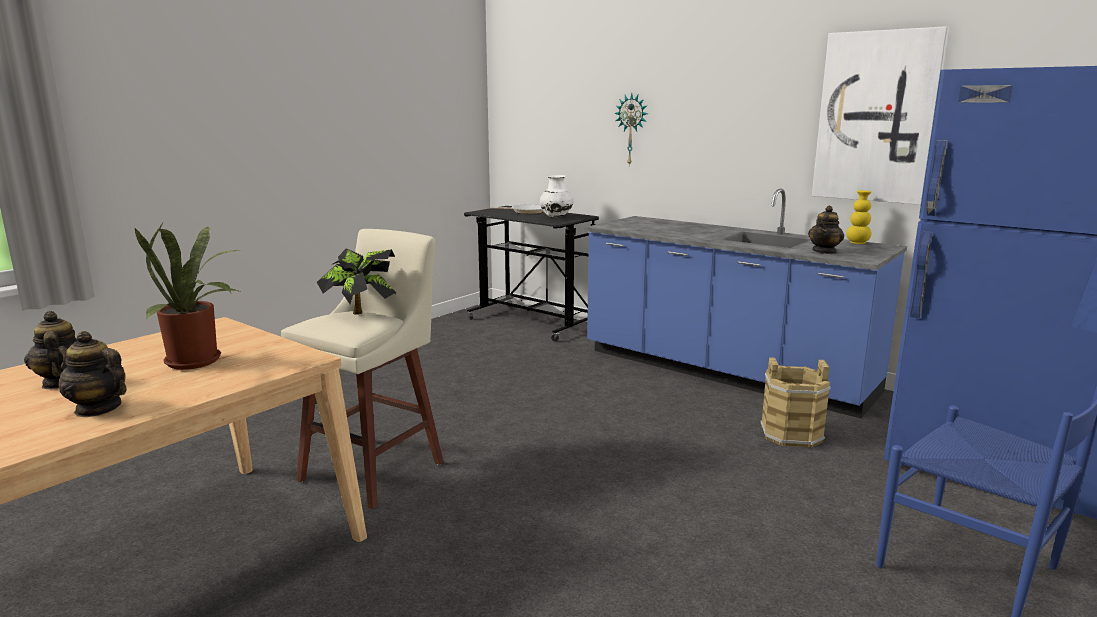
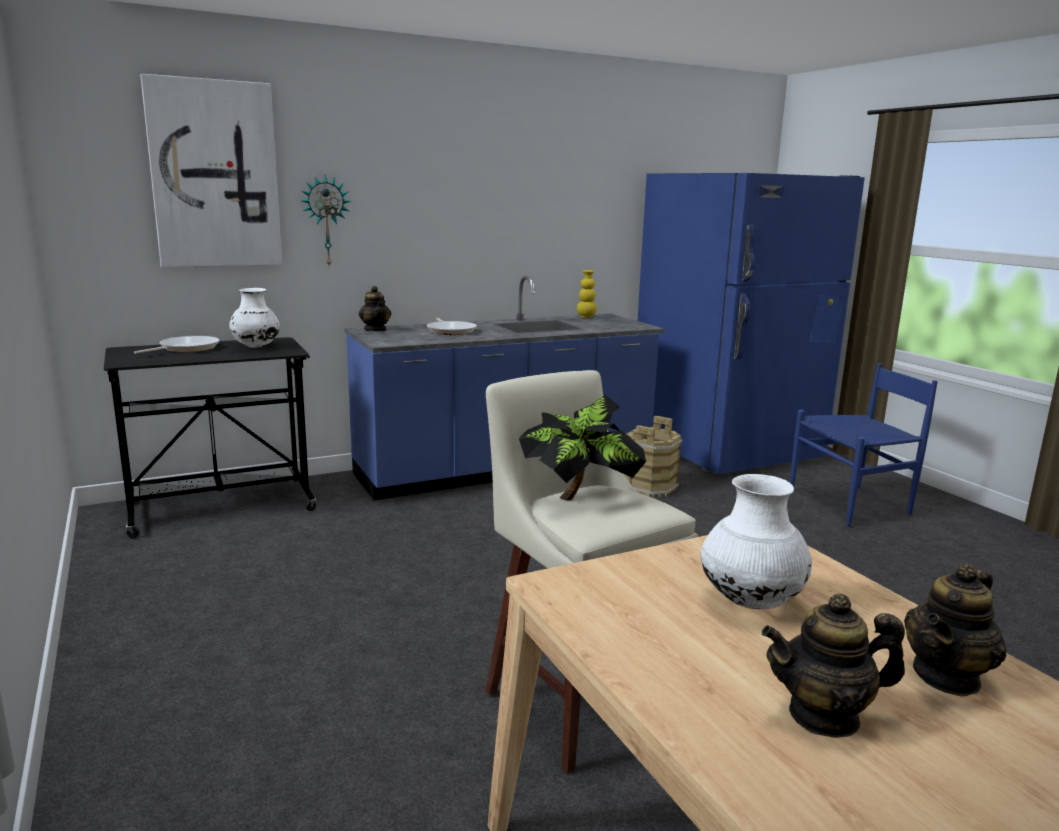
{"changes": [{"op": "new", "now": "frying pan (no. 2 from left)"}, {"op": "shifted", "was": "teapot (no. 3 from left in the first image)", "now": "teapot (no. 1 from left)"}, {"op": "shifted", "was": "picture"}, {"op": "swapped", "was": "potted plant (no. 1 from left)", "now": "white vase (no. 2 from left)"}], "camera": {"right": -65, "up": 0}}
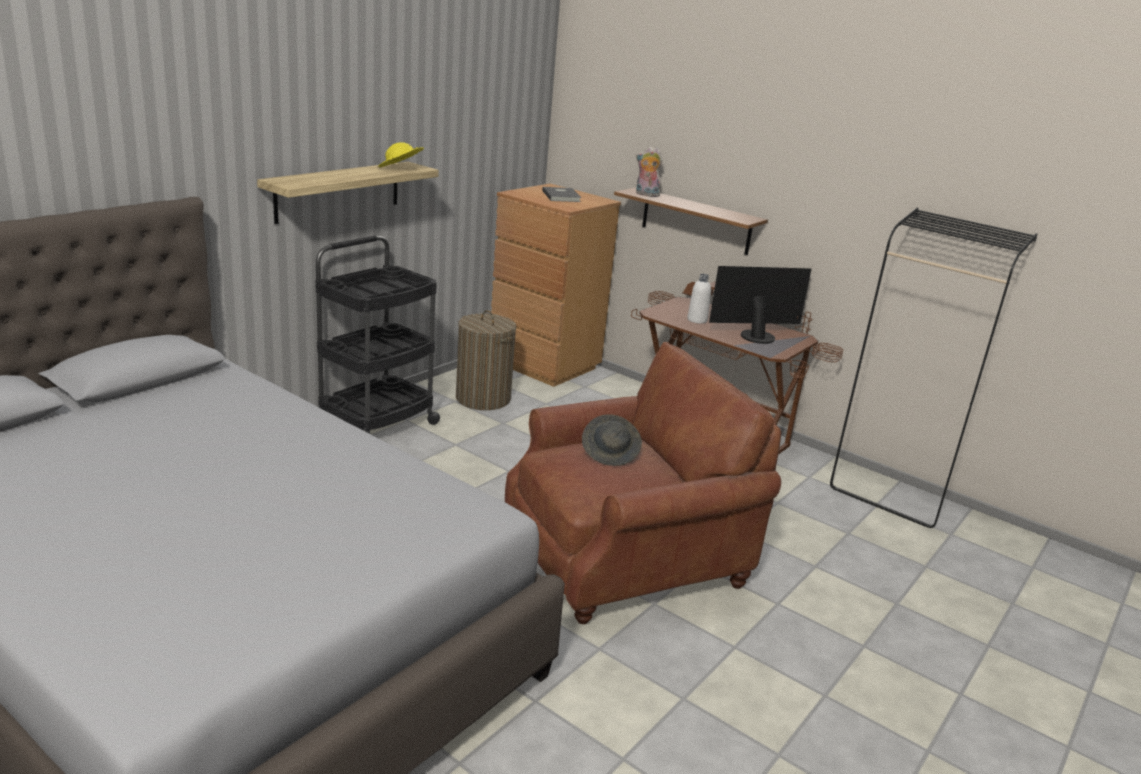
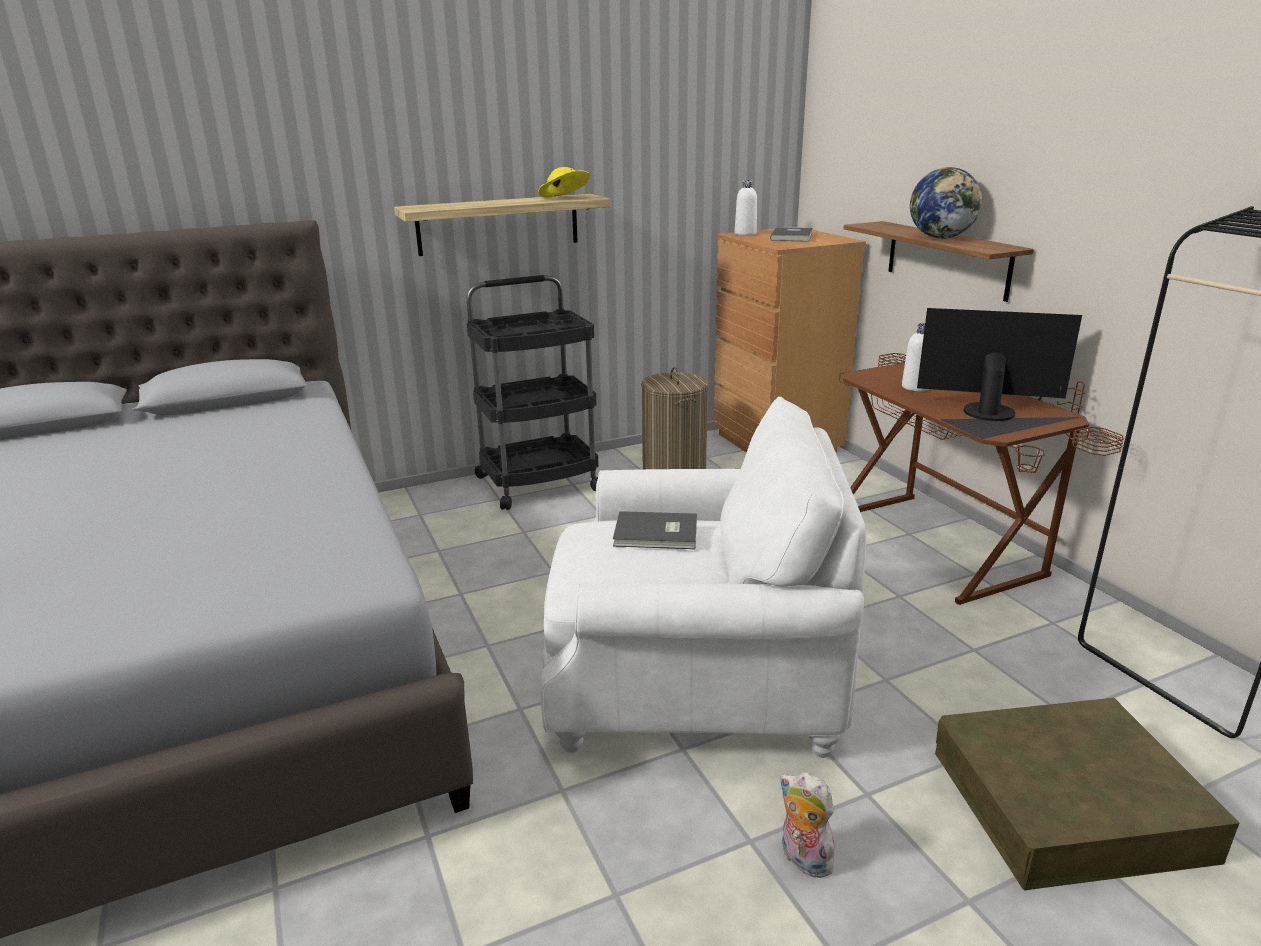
{"changes": [{"op": "new", "now": "white bottle (no. 1 from left)"}, {"op": "new", "now": "globe"}, {"op": "new", "now": "brown storage box"}, {"op": "shifted", "was": "plush toy"}, {"op": "swapped", "was": "grey hat", "now": "grey book (no. 1 from left)"}, {"op": "repainted", "was": "brown armchair", "now": "white armchair"}], "camera": {"right": 30, "up": 0}}
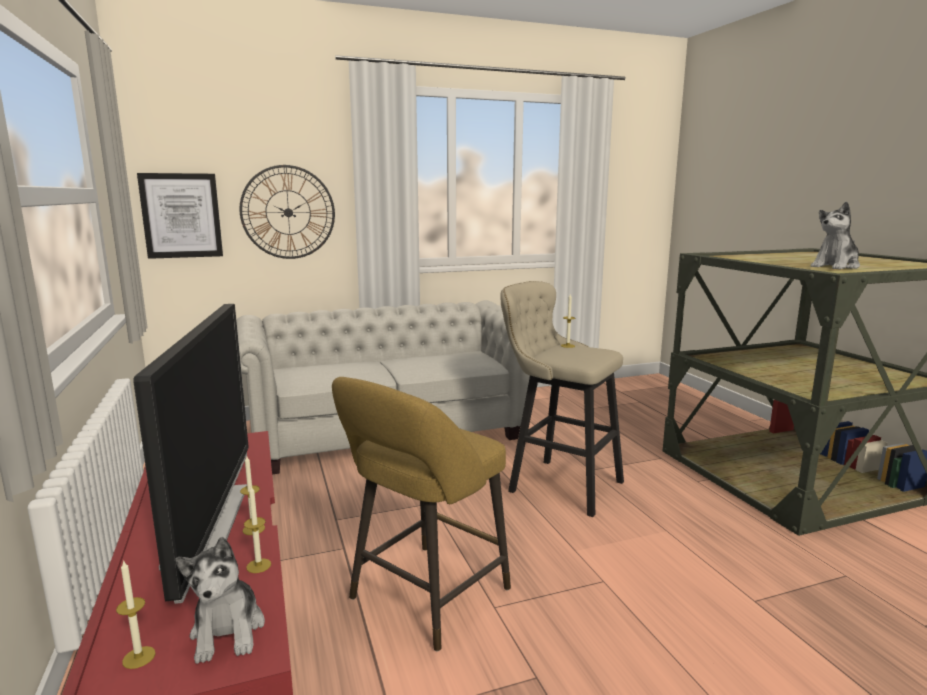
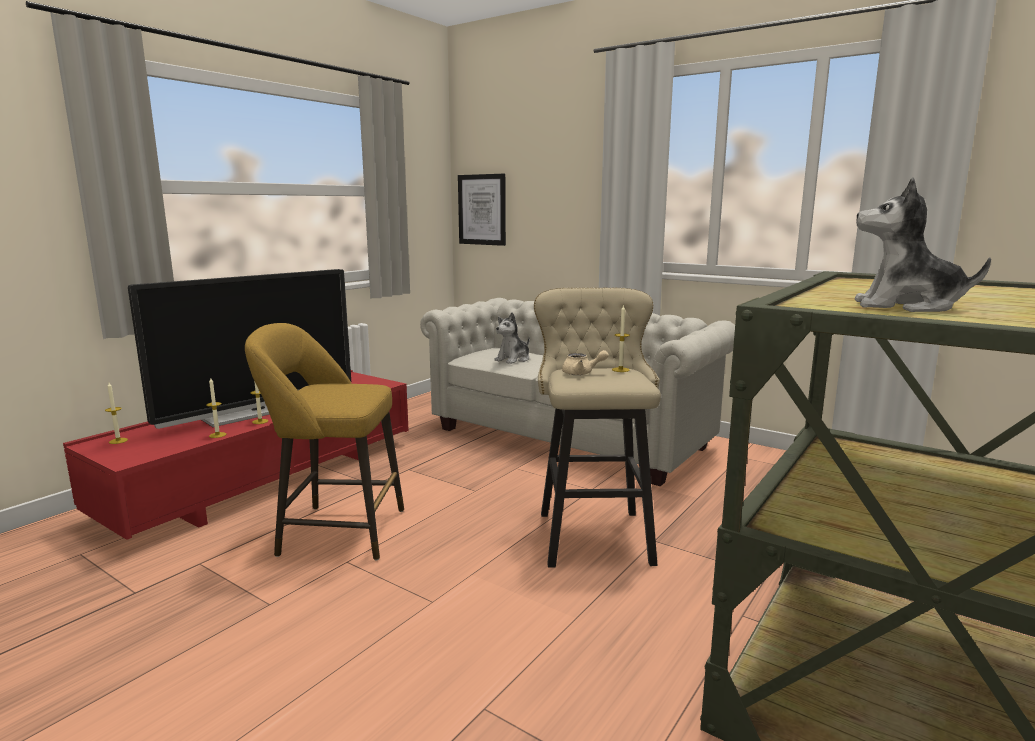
{"changes": [{"op": "gone", "was": "wall clock"}, {"op": "new", "now": "beige teapot"}, {"op": "shifted", "was": "plush toy (no. 1 from left)"}], "camera": {"right": 55, "up": 0}}
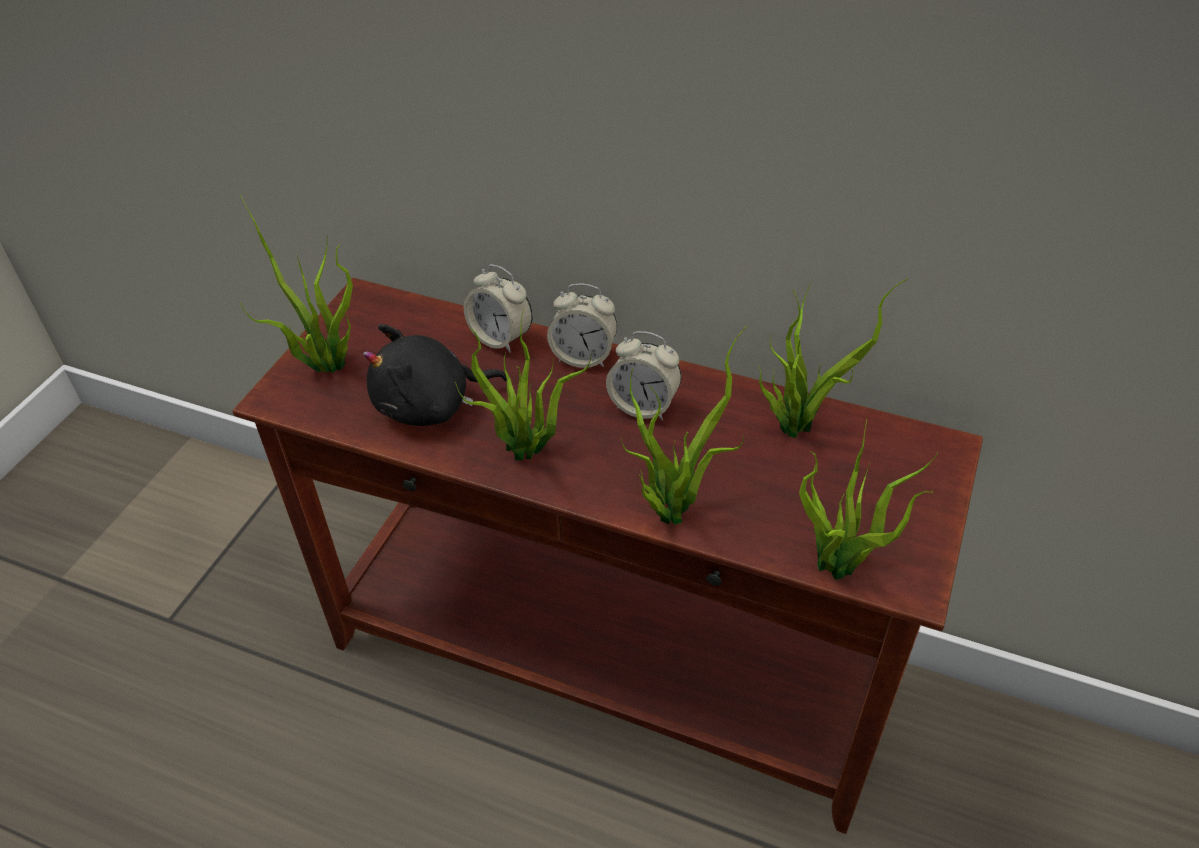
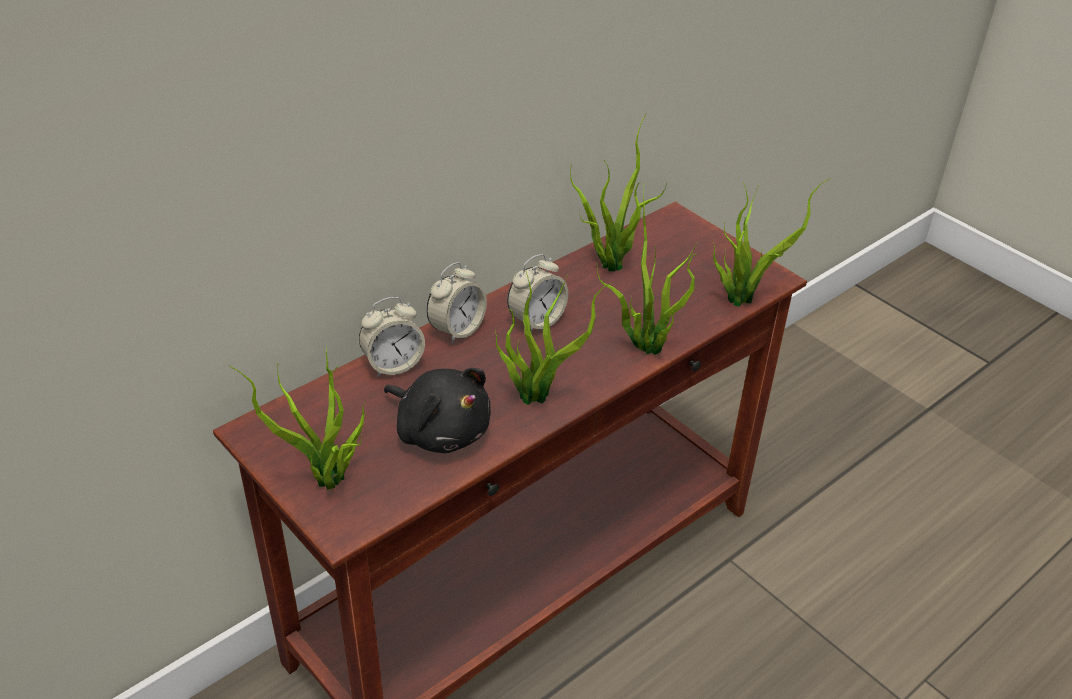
{"changes": [{"op": "rotated", "was": "black plush toy", "clockwise": -60}], "camera": {"right": -65, "up": -5}}
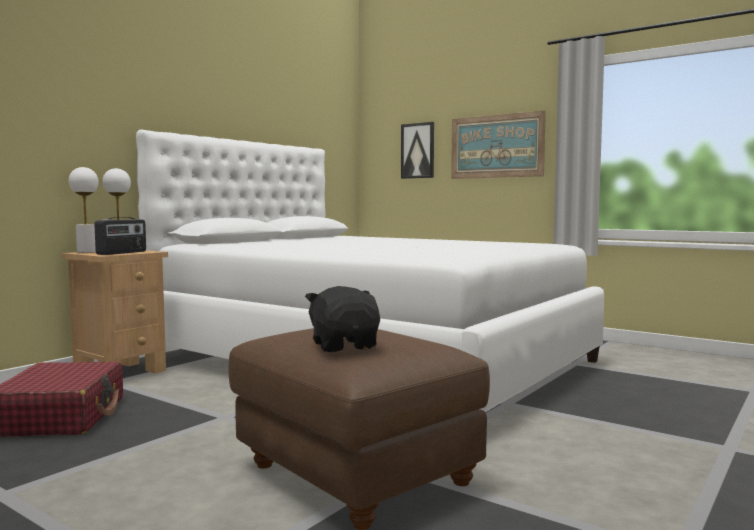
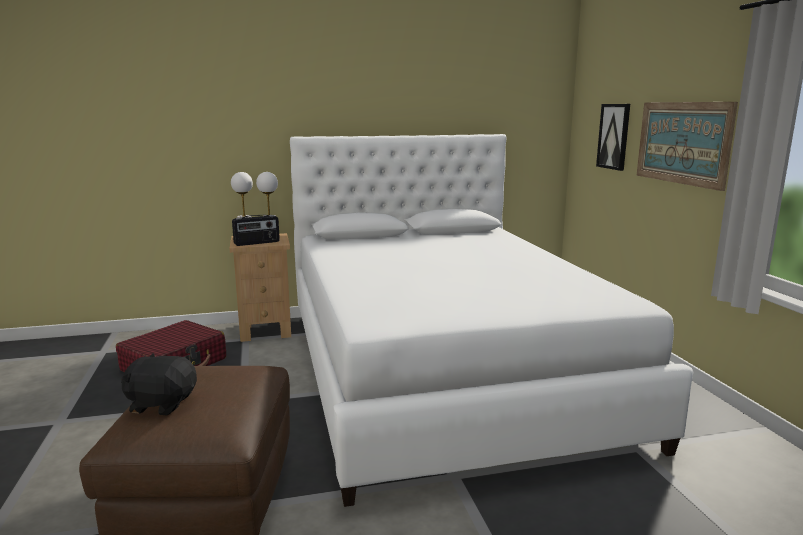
{"changes": [{"op": "rotated", "was": "black plush toy", "clockwise": -105}], "camera": {"right": 40, "up": 10}}
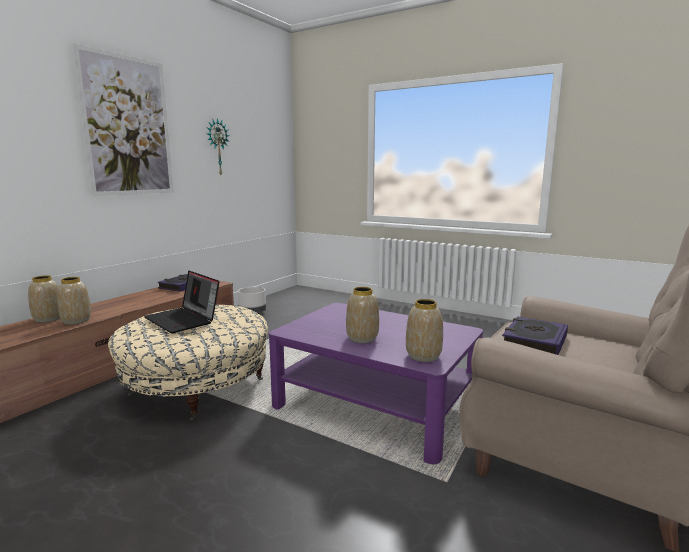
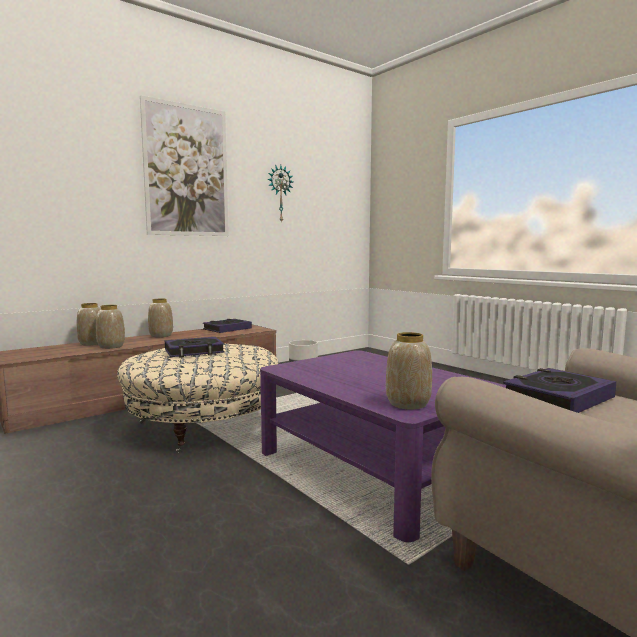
{"changes": [{"op": "shifted", "was": "vase (no. 3 from left)"}, {"op": "swapped", "was": "laptop", "now": "book (no. 1 from left)"}], "camera": {"right": 20, "up": -5}}
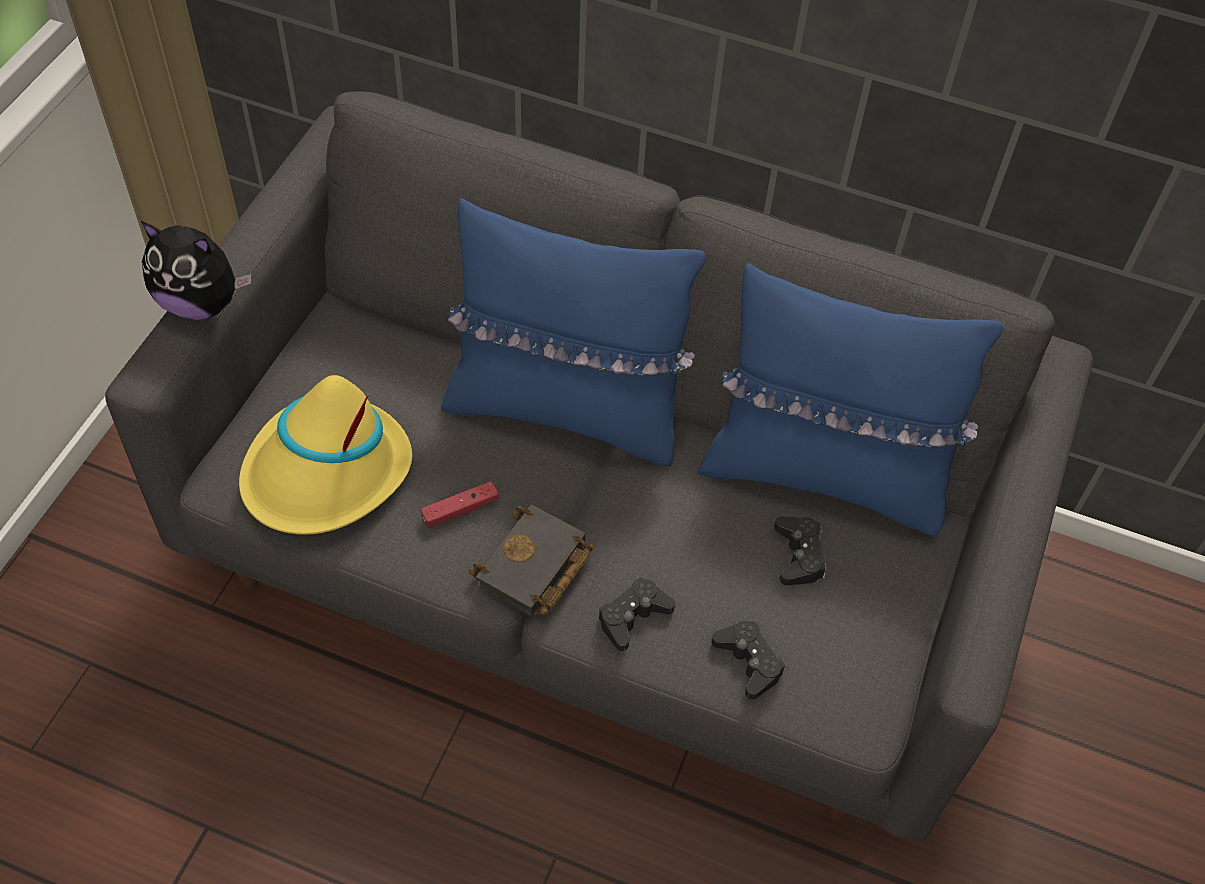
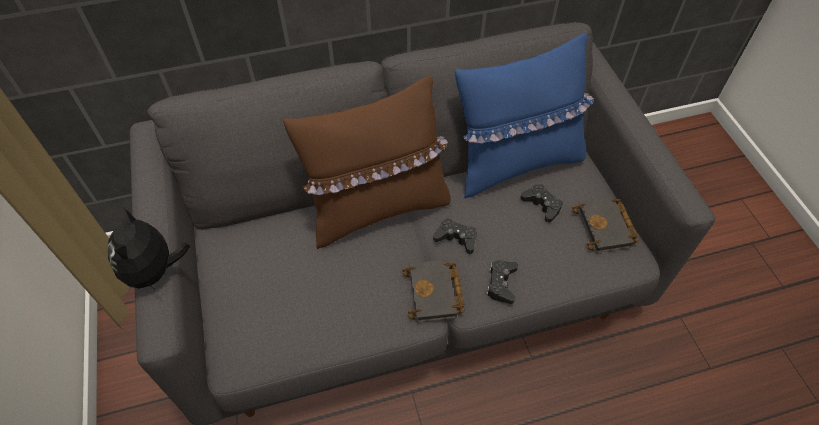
{"changes": [{"op": "gone", "was": "yellow hat"}, {"op": "gone", "was": "red game controller"}, {"op": "new", "now": "black book (no. 2 from left)"}, {"op": "shifted", "was": "black game controller (no. 2 from left in the first image)", "now": "black game controller (no. 1 from left)"}, {"op": "repainted", "was": "blue pillow (no. 1 from left)", "now": "brown pillow"}, {"op": "rotated", "was": "plush toy", "clockwise": 105}], "camera": {"right": -35, "up": 0}}
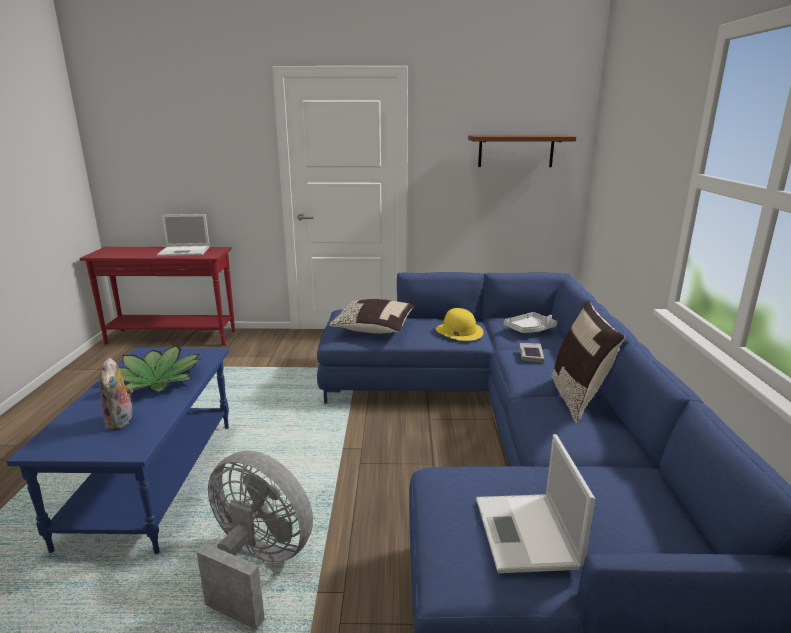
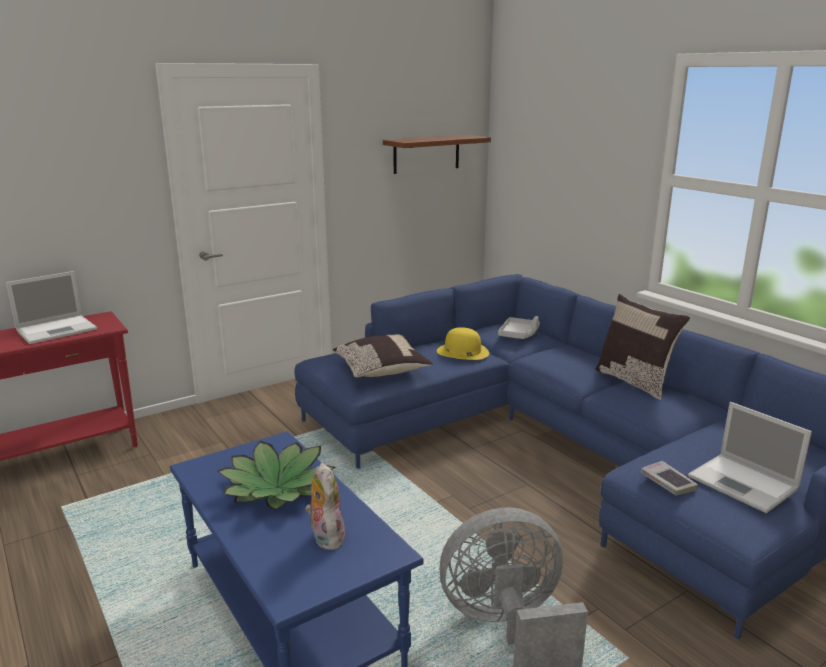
{"changes": [{"op": "shifted", "was": "book"}, {"op": "rotated", "was": "plush toy", "clockwise": -150}], "camera": {"right": -35, "up": 0}}
